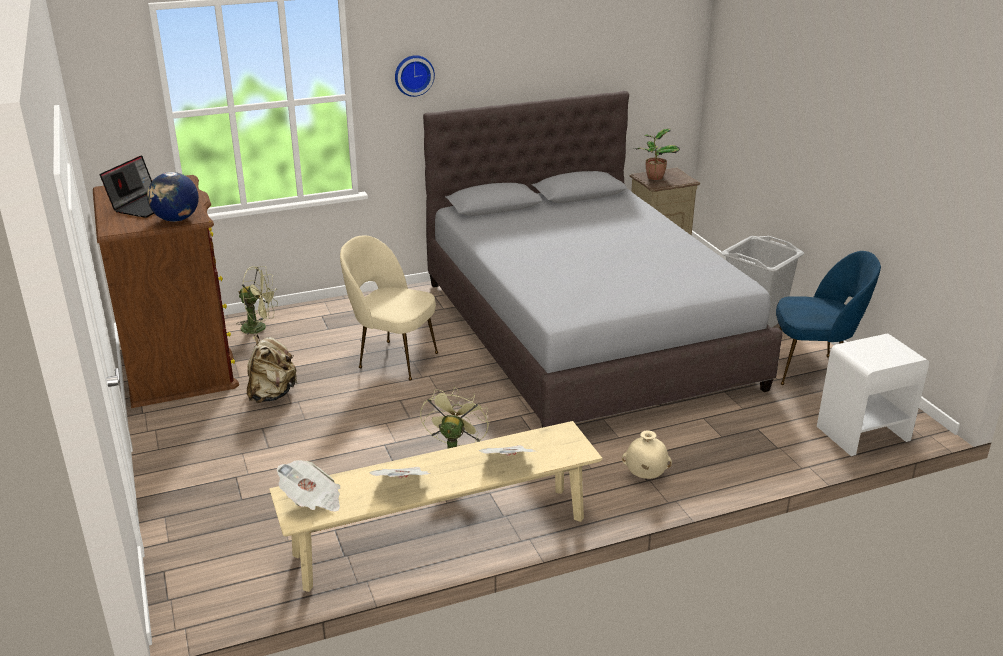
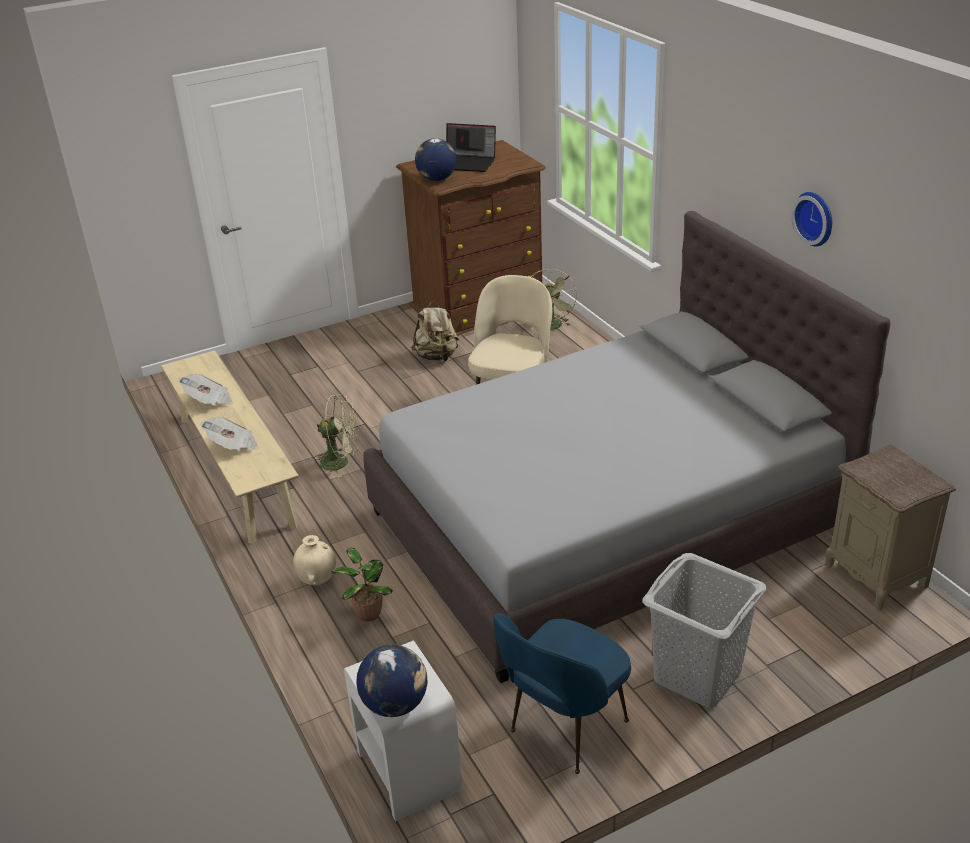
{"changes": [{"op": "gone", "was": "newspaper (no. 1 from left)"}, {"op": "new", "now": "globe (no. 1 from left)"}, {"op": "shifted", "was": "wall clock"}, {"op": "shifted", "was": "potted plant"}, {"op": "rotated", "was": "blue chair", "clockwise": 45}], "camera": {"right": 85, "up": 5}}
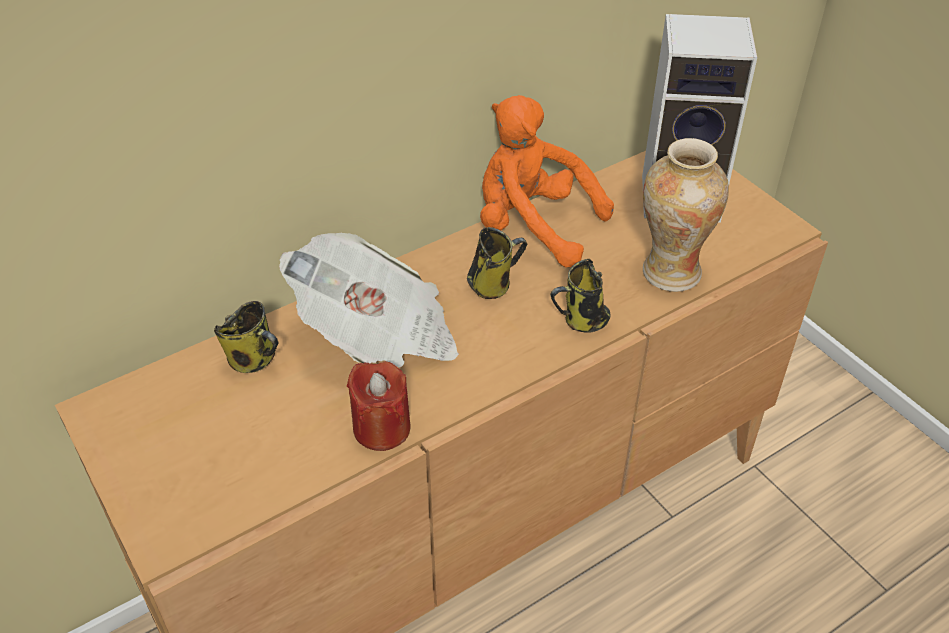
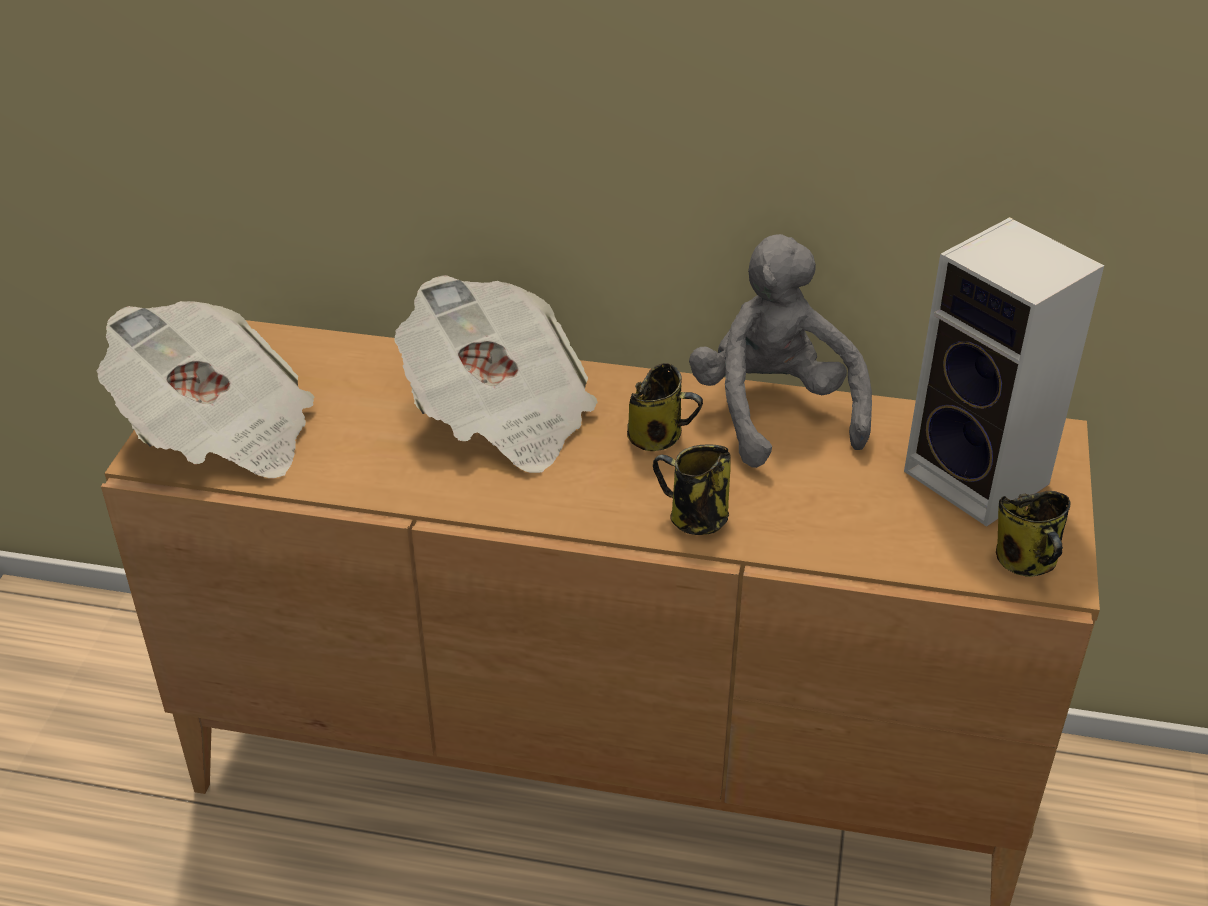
{"changes": [{"op": "gone", "was": "red candle"}, {"op": "gone", "was": "vase"}, {"op": "new", "now": "newspaper (no. 1 from left)"}, {"op": "shifted", "was": "mug (no. 1 from left in the first image)", "now": "mug (no. 3 from left)"}, {"op": "repainted", "was": "orange plush toy", "now": "grey plush toy"}], "camera": {"right": 45, "up": -5}}
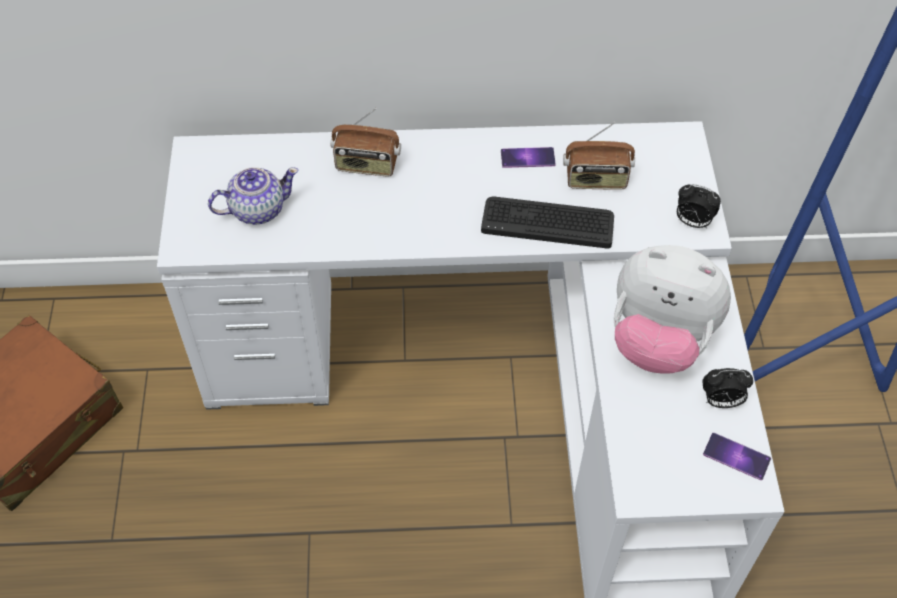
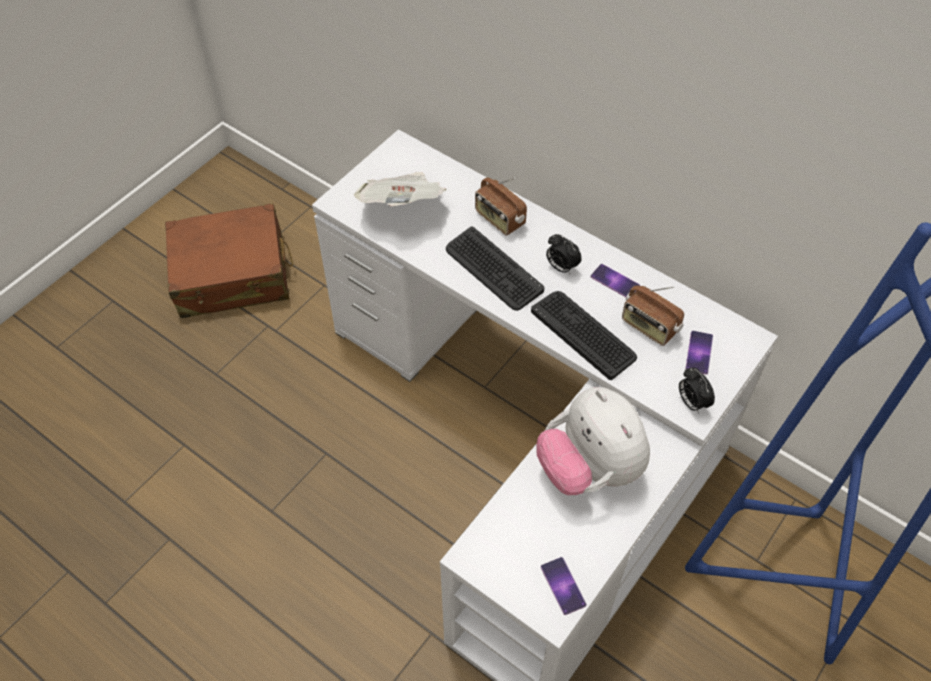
{"changes": [{"op": "new", "now": "keyboard (no. 1 from left)"}, {"op": "new", "now": "phone (no. 3 from left)"}, {"op": "shifted", "was": "alarm clock (no. 2 from left in the first image)", "now": "alarm clock (no. 1 from left)"}, {"op": "swapped", "was": "teapot", "now": "newspaper"}], "camera": {"right": 40, "up": 0}}
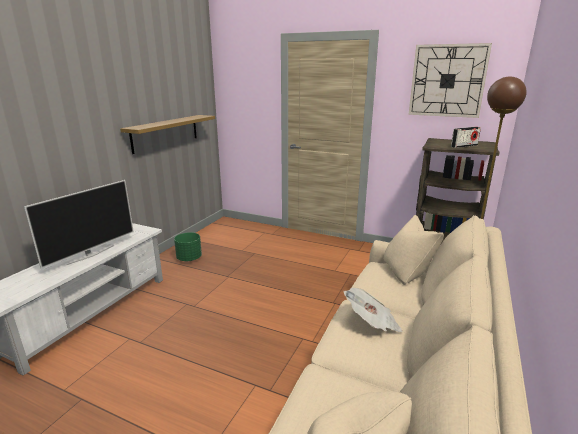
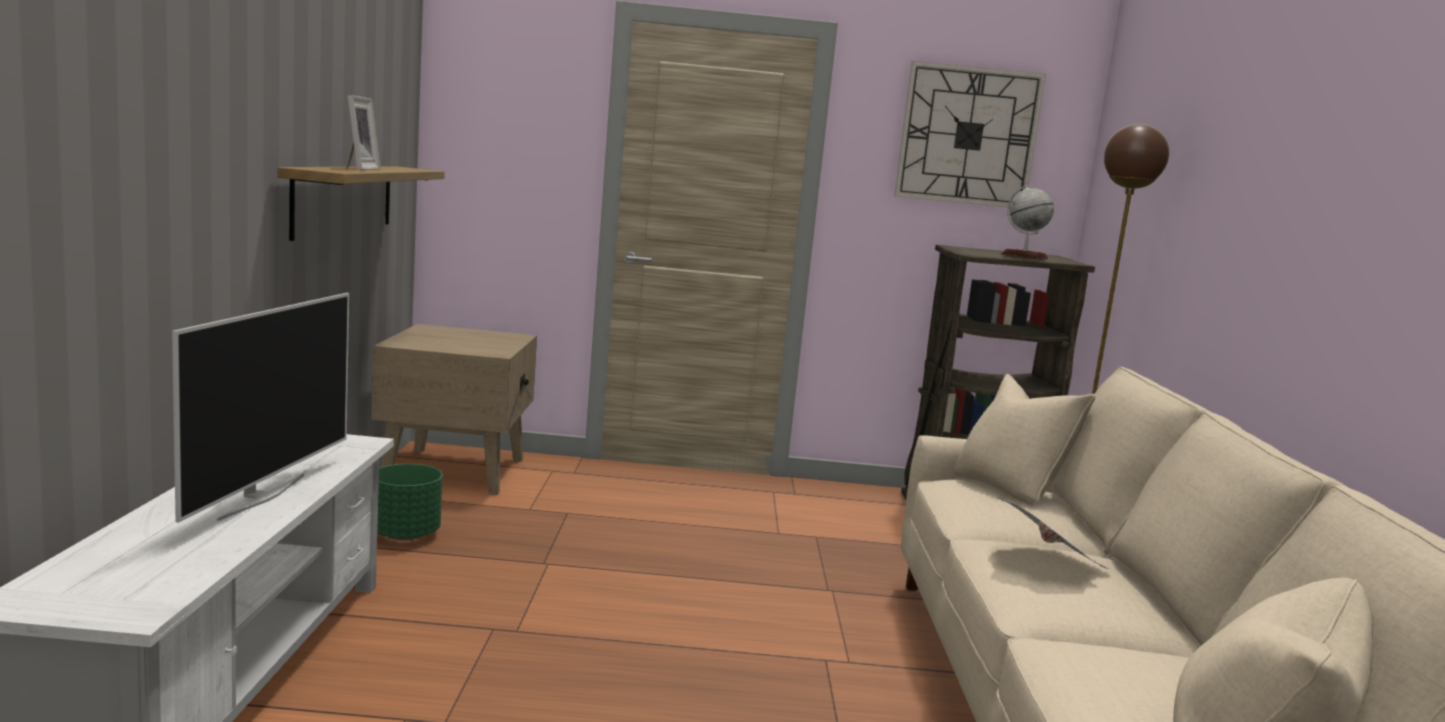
{"changes": [{"op": "new", "now": "picture frame"}, {"op": "new", "now": "beige nightstand"}, {"op": "swapped", "was": "radio", "now": "globe"}], "camera": {"right": -25, "up": -10}}
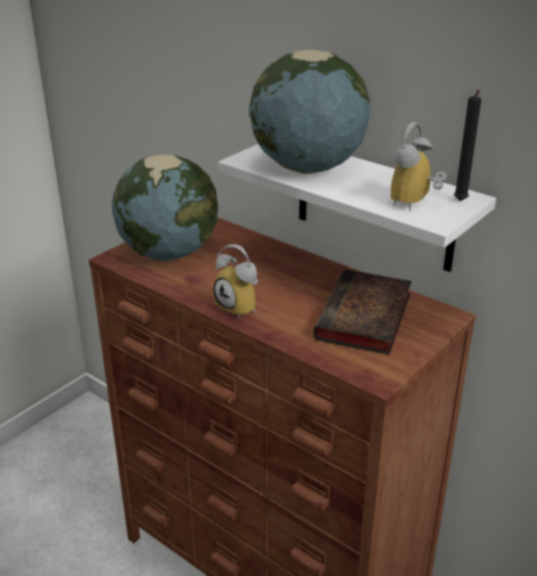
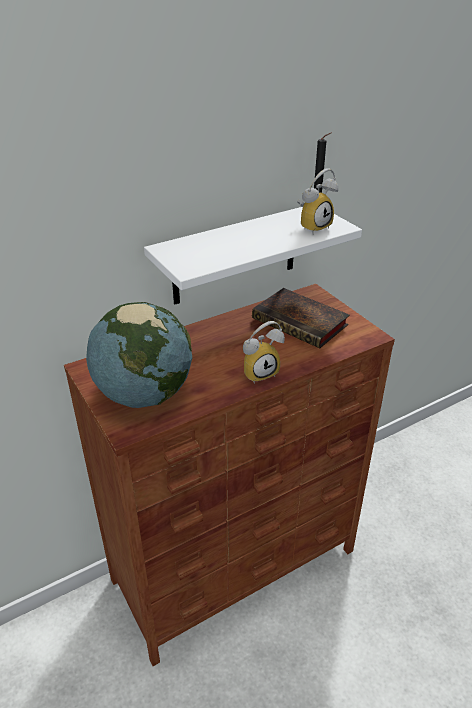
{"changes": [{"op": "gone", "was": "globe (no. 2 from left)"}, {"op": "rotated", "was": "alarm clock (no. 2 from left)", "clockwise": -90}], "camera": {"right": -70, "up": 5}}
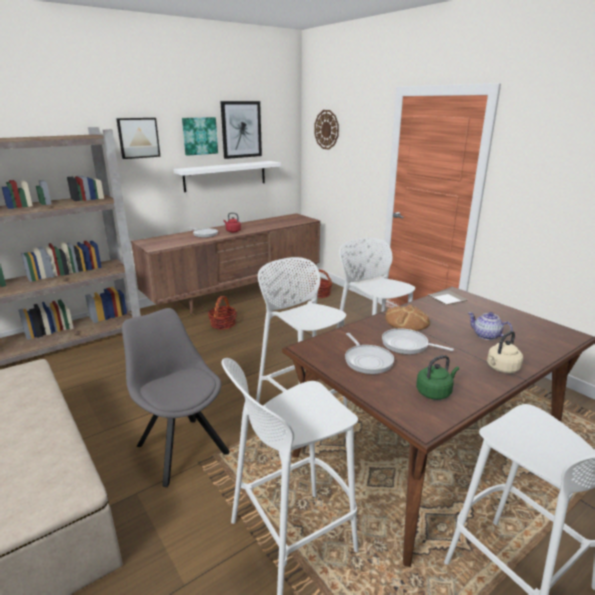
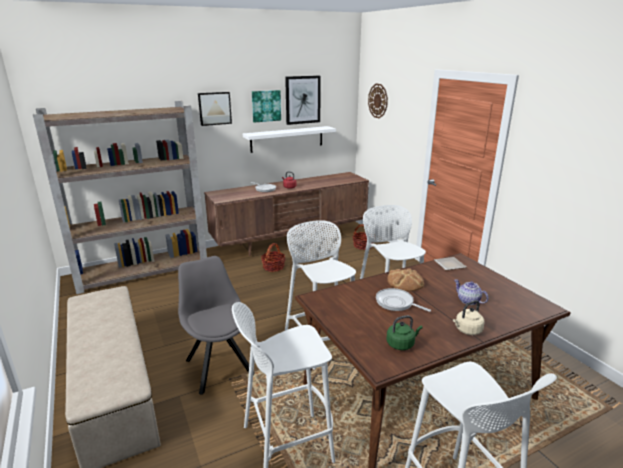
{"changes": [{"op": "gone", "was": "frying pan (no. 2 from left)"}], "camera": {"right": 10, "up": 0}}
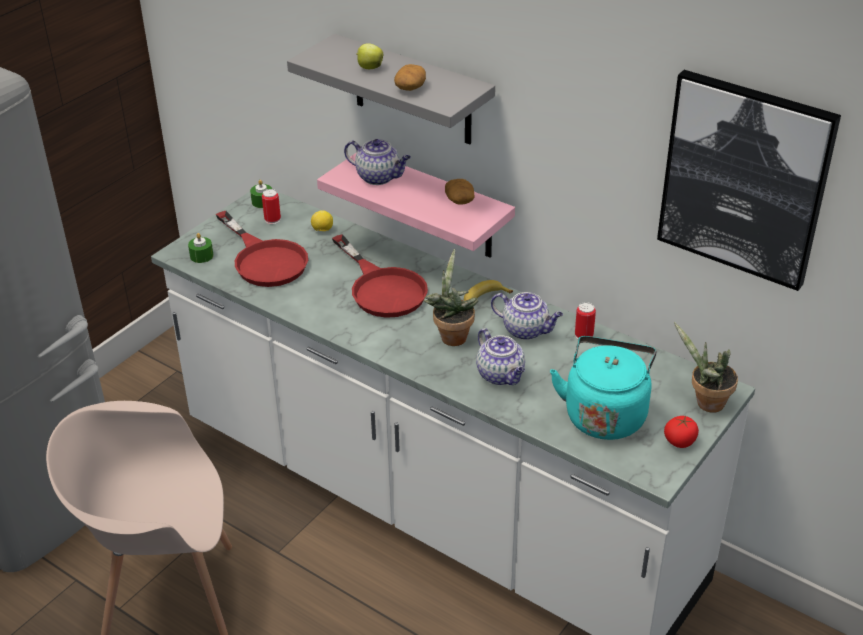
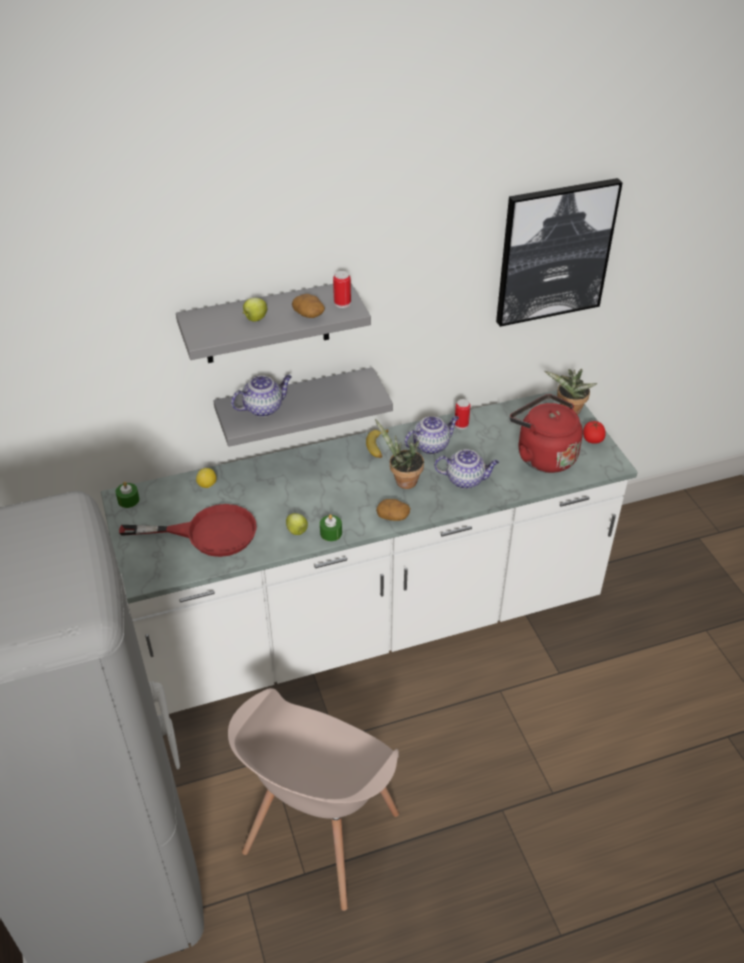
{"changes": [{"op": "gone", "was": "red frying pan (no. 2 from left)"}, {"op": "new", "now": "apple (no. 2 from left)"}, {"op": "shifted", "was": "green candle (no. 1 from left in the first image)", "now": "green candle (no. 2 from left)"}, {"op": "shifted", "was": "can (no. 1 from left)"}, {"op": "shifted", "was": "potato (no. 2 from left)"}, {"op": "repainted", "was": "pink shelf", "now": "grey shelf (no. 2 from left)"}, {"op": "repainted", "was": "turquoise kettle", "now": "red kettle"}], "camera": {"right": -55, "up": 5}}
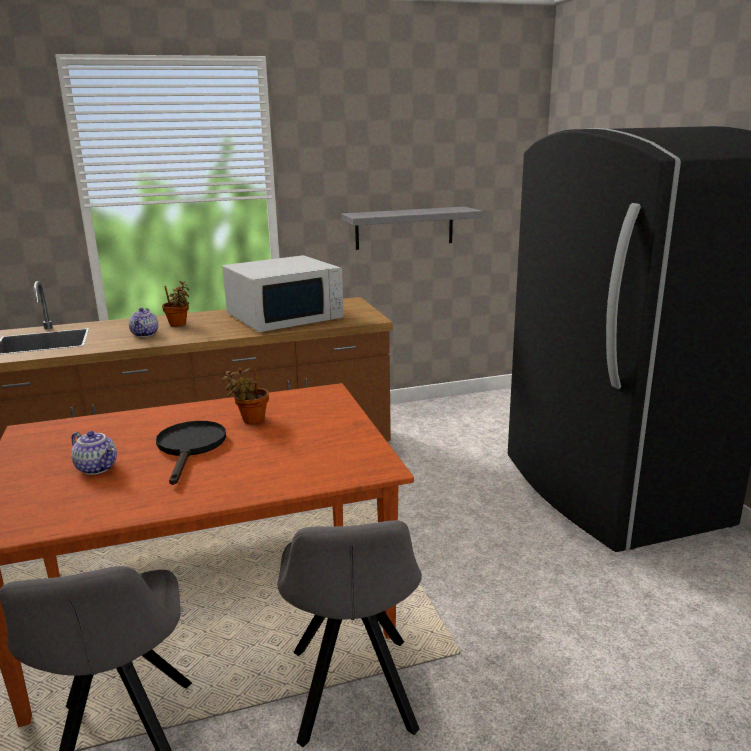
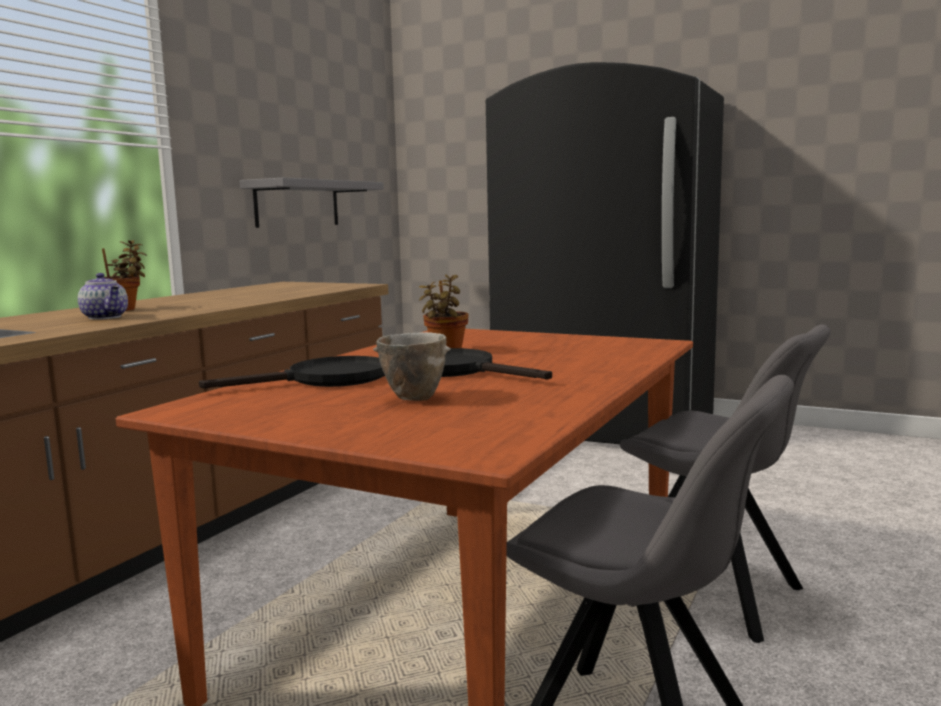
{"changes": [{"op": "gone", "was": "white microwave"}, {"op": "new", "now": "black frying pan (no. 1 from left)"}, {"op": "swapped", "was": "teapot (no. 1 from left)", "now": "bowl"}], "camera": {"right": -45, "up": -10}}
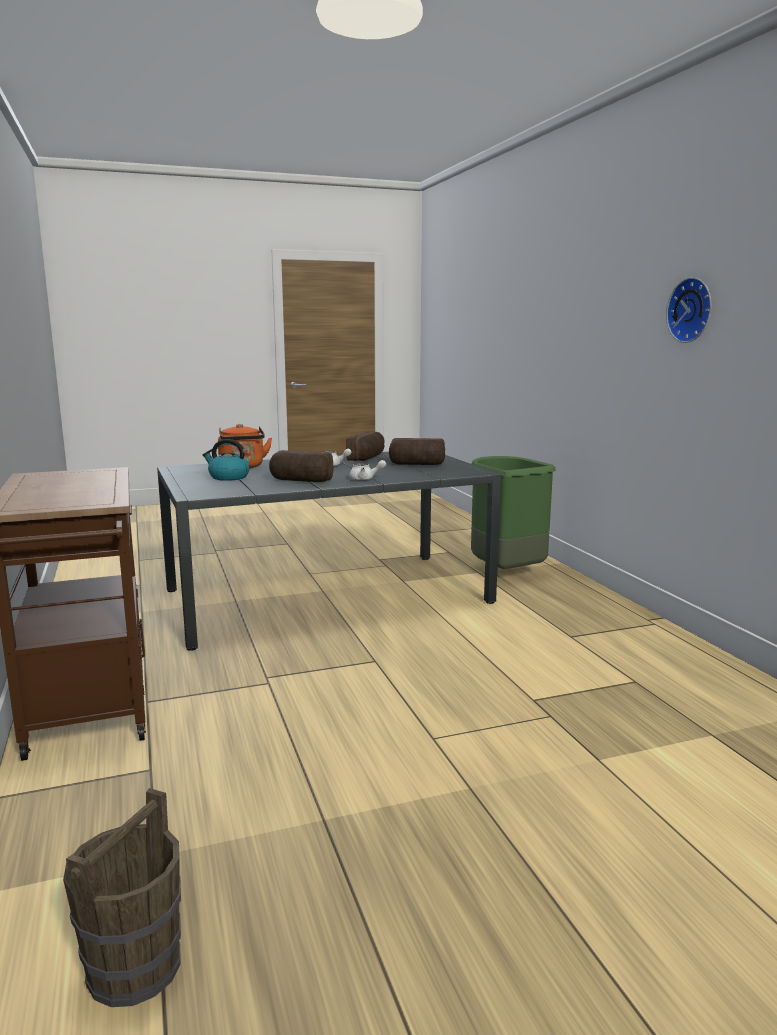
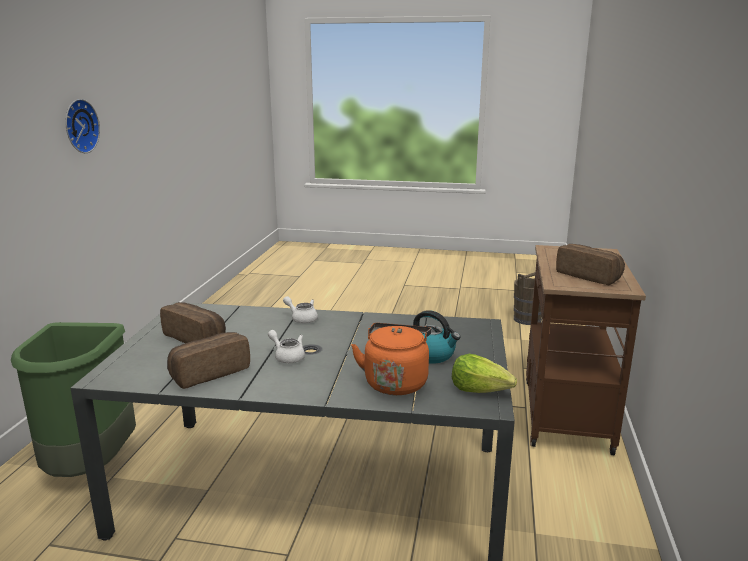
{"changes": [{"op": "new", "now": "lettuce"}, {"op": "shifted", "was": "bread (no. 1 from left in the first image)", "now": "bread (no. 3 from left)"}], "camera": {"right": -150, "up": 5}}
